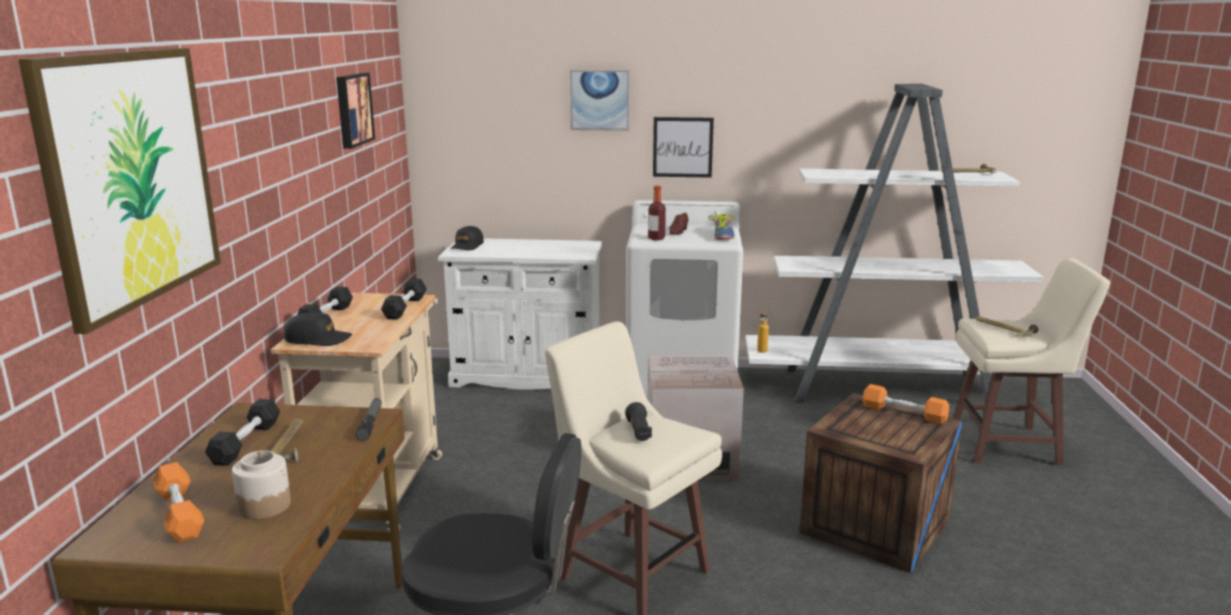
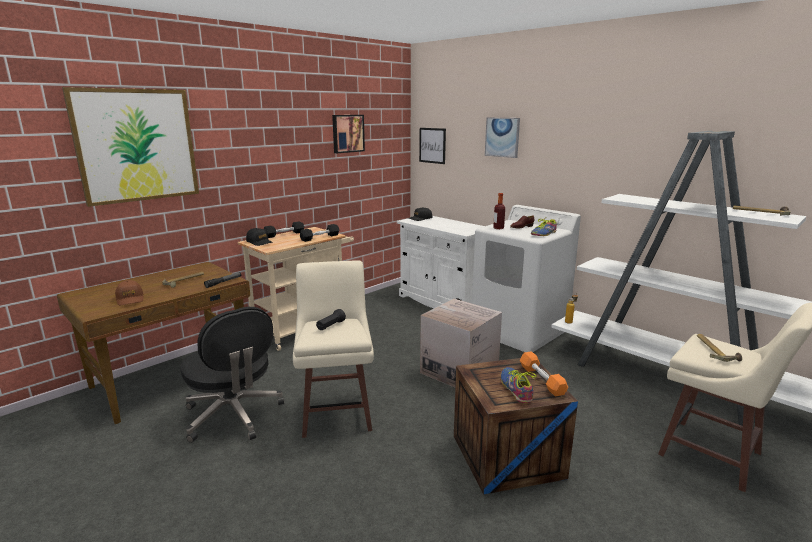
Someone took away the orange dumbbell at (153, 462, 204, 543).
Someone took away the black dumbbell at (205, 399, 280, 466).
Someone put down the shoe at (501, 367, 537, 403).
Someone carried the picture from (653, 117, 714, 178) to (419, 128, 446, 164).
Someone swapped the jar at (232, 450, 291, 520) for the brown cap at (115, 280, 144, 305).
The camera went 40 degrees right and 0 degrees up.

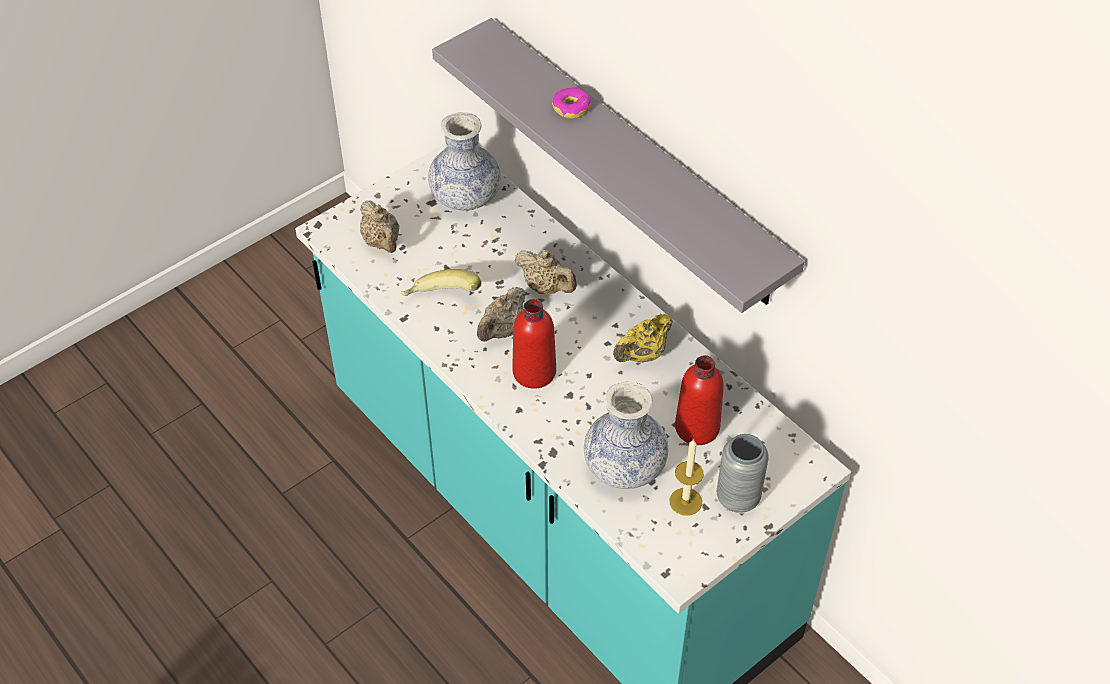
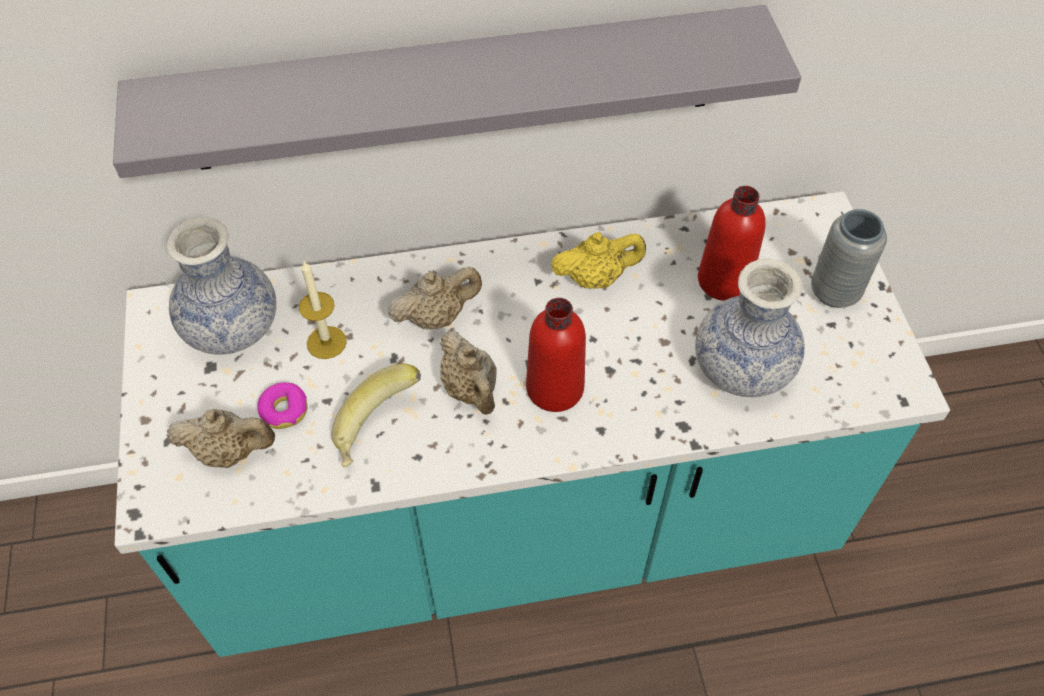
Someone carried the donut from (552, 88, 591, 119) to (257, 382, 307, 429).
Someone carried the candle from (670, 439, 704, 516) to (299, 261, 347, 359).
Someone rotated the yellow teapot at (613, 314, 673, 362) by 90 degrees counterclockwise.
The camera went 60 degrees left and 5 degrees up.

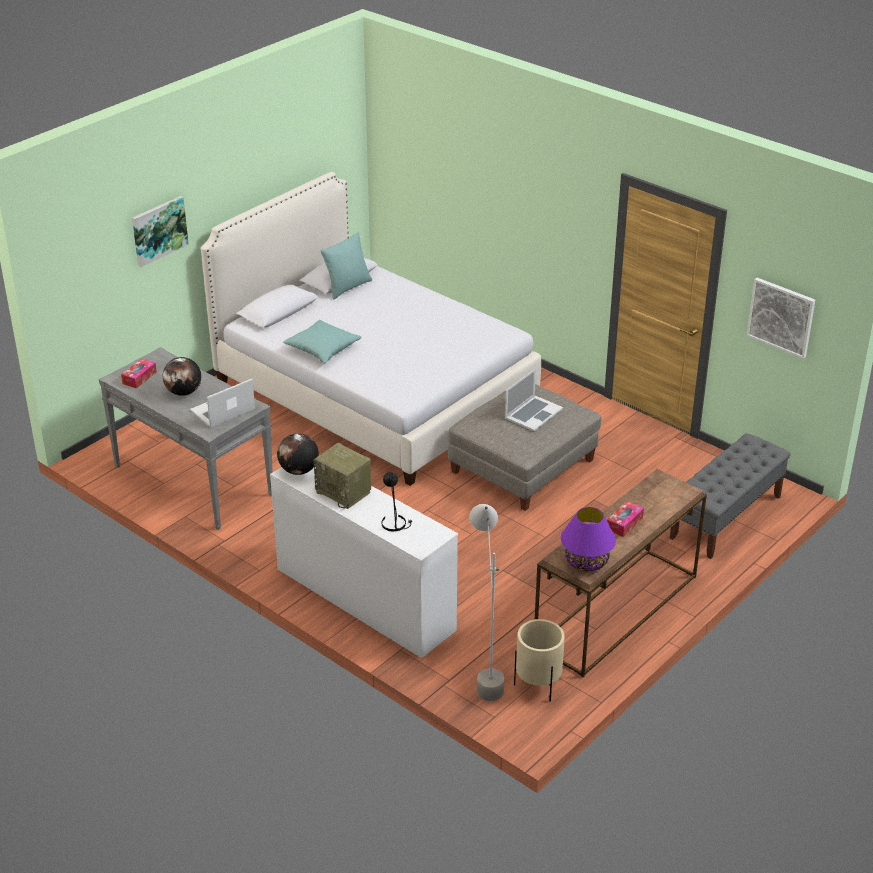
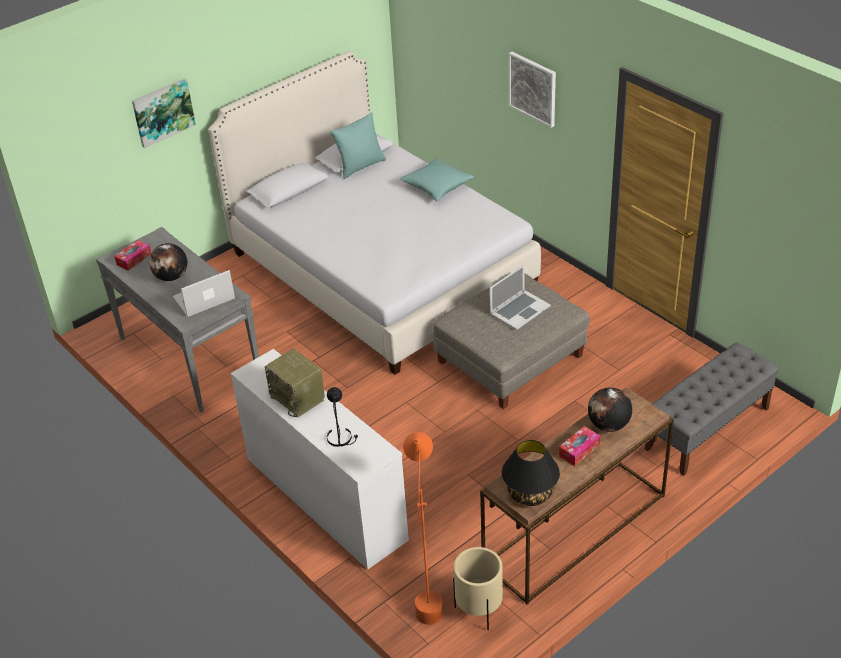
Someone carried the globe from (277, 433, 319, 475) to (588, 388, 632, 432).
Someone carried the turquoise pillow from (283, 320, 362, 363) to (400, 158, 474, 201).
Someone carried the picture from (746, 278, 815, 359) to (509, 52, 556, 128).
Someone repainted the grey floor lamp at (469, 504, 504, 701), which became the orange floor lamp at (403, 432, 443, 625).
Someone repainted the purple table lamp at (561, 507, 616, 571), which became the black table lamp at (502, 440, 560, 506).
The camera went 10 degrees right and 5 degrees up.

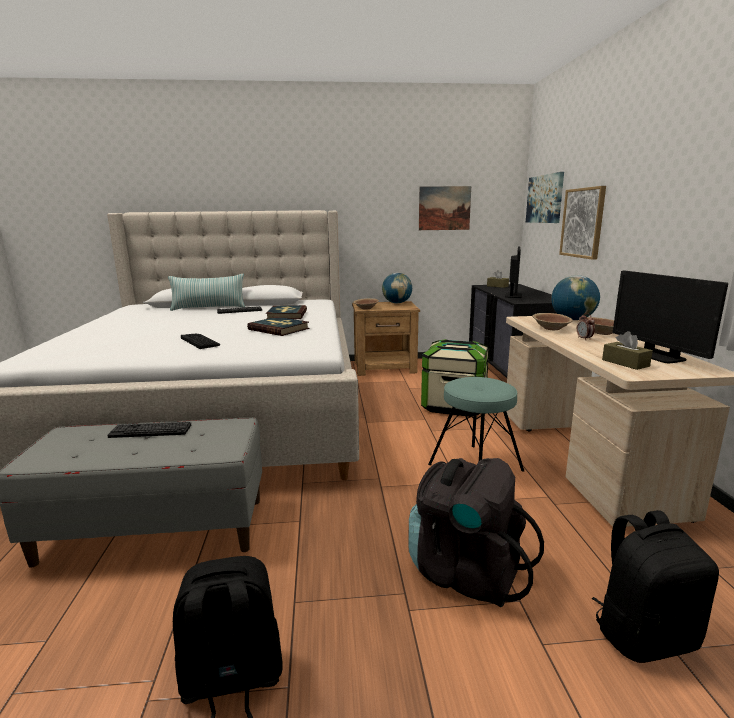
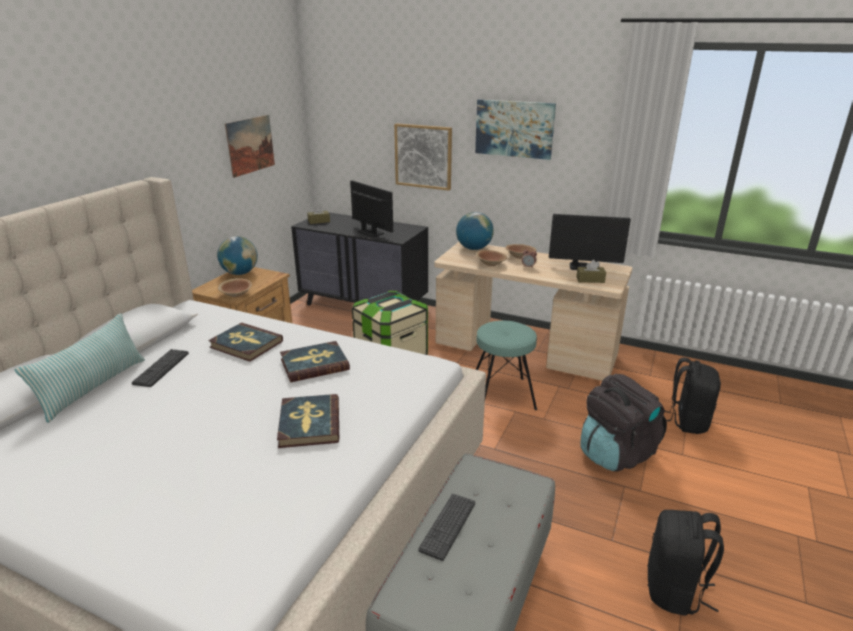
Someone carried the picture from (526, 172, 564, 223) to (475, 99, 556, 160).
Someone swapped the keyboard at (181, 334, 220, 349) for the book at (277, 394, 339, 448).
The camera went 60 degrees left and 10 degrees up.

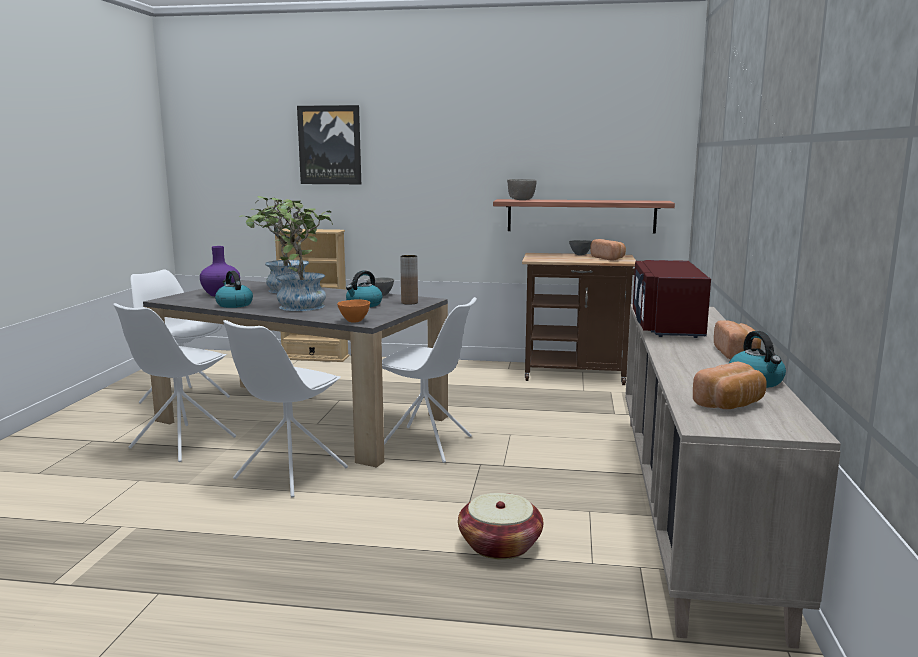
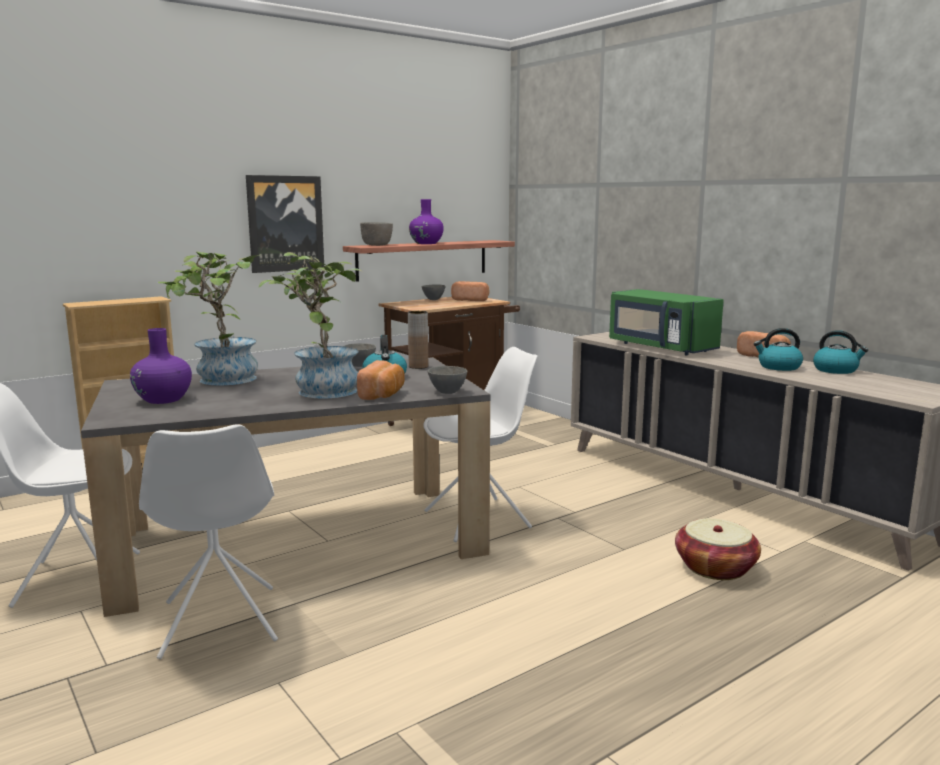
Someone took away the white chair at (223, 320, 348, 498).
Someone put down the purple vase at (409, 199, 444, 244).
Someone carried the kettle from (215, 271, 253, 308) to (754, 328, 803, 371).
Someone carried the picture from (297, 105, 361, 184) to (246, 175, 324, 273).
Someone carried the bread from (693, 361, 767, 409) to (357, 360, 404, 400).
Someone repainted the orange bowl at (337, 299, 370, 323), which became the grey bowl at (427, 366, 467, 394).
Someone repainted the red microwave at (633, 260, 711, 338), which became the green microwave at (609, 289, 724, 355).
The camera went 45 degrees left and 0 degrees up.

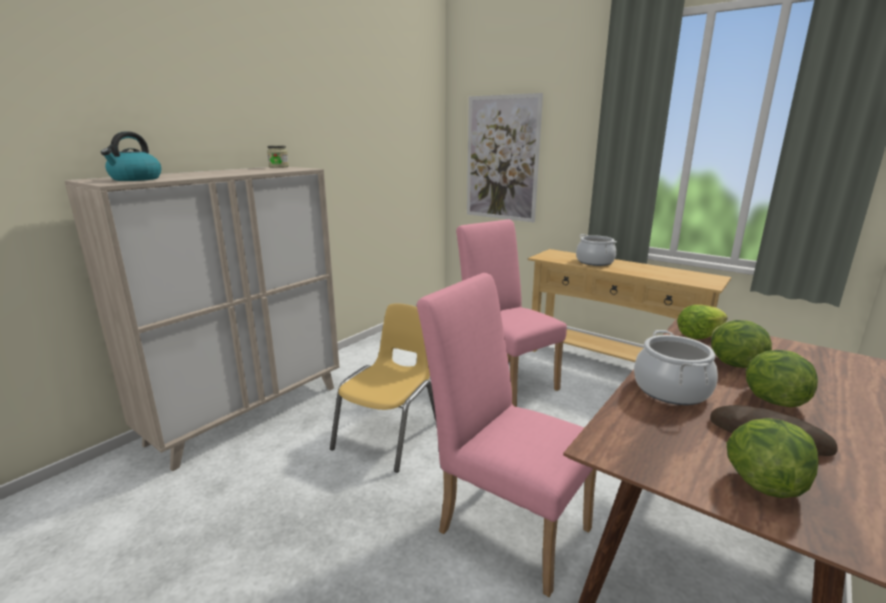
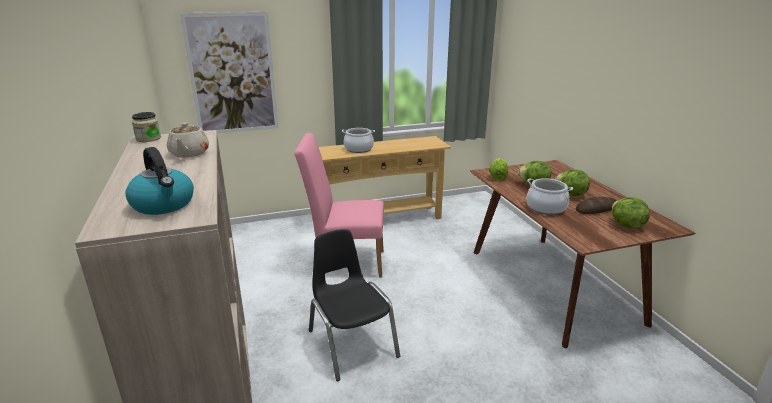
Someone took away the pink chair at (417, 273, 597, 597).
Someone put down the beige teapot at (167, 123, 209, 157).
Someone repainted the yellow chair at (330, 303, 436, 473), which became the black chair at (309, 229, 400, 381).
The camera went 55 degrees left and 5 degrees up.

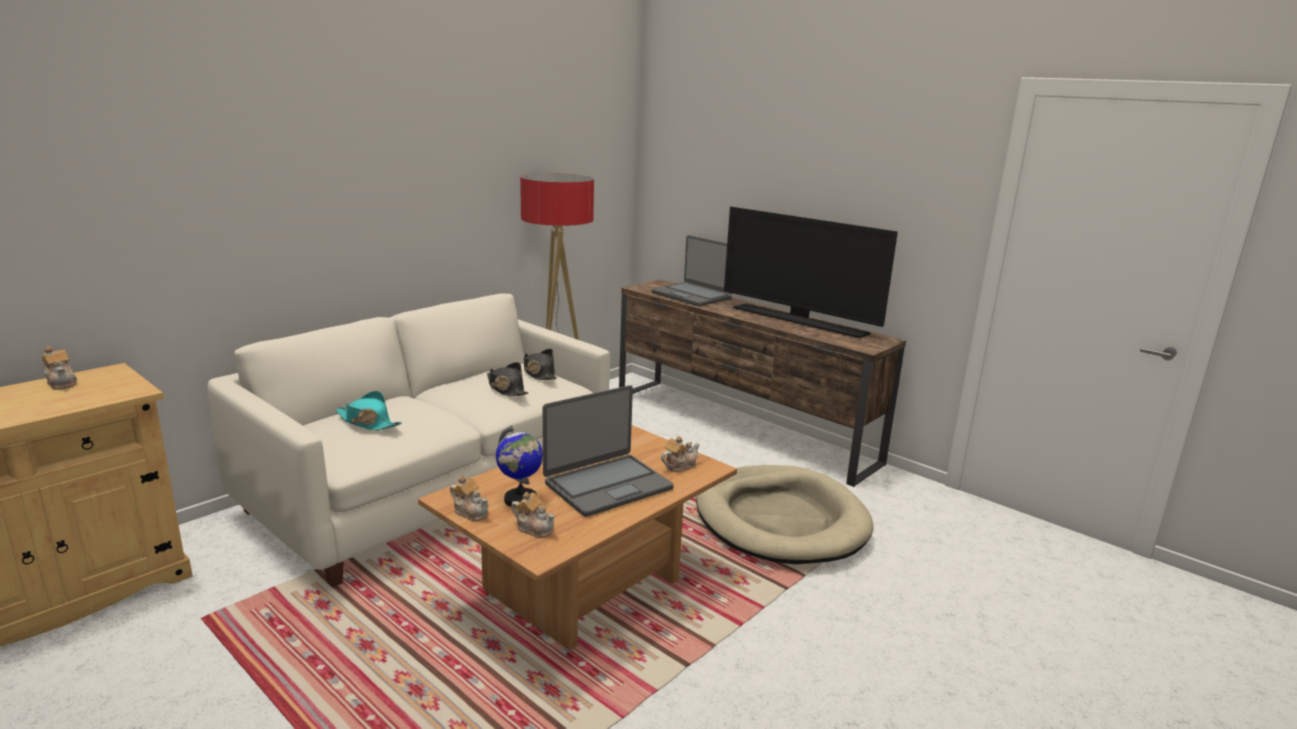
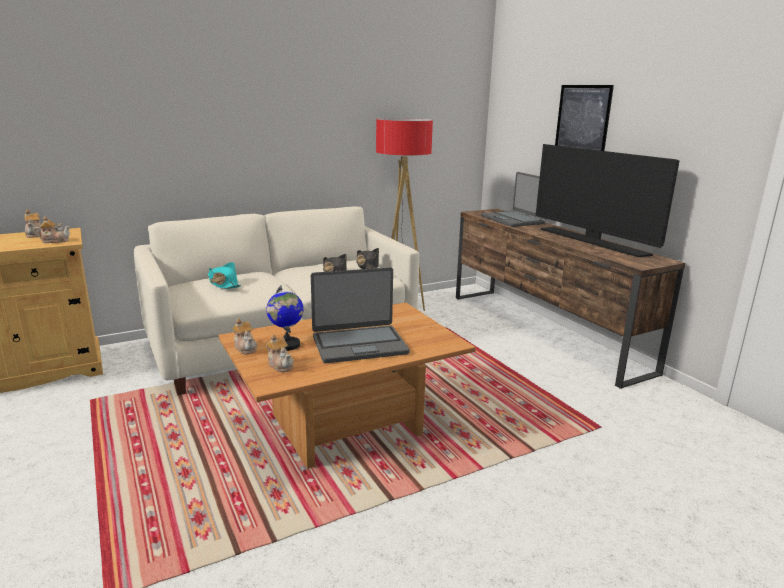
Someone took away the beige dog bed at (696, 465, 874, 564).
Someone put up the picture at (555, 85, 614, 151).
Someone carried the teapot from (661, 436, 700, 472) to (34, 216, 70, 243).
The camera went 20 degrees right and 0 degrees up.

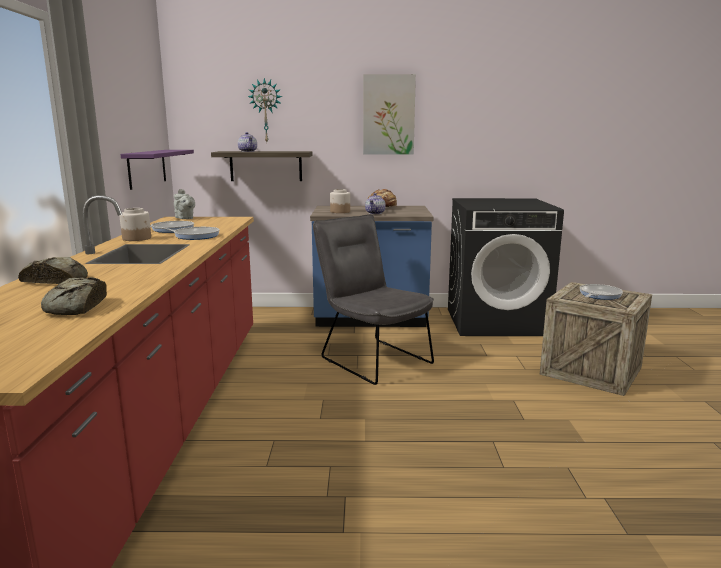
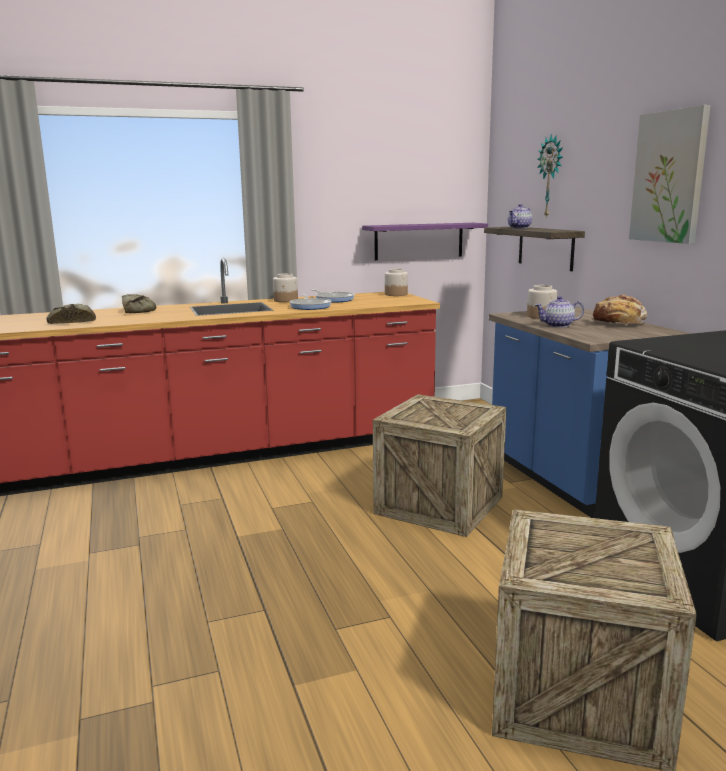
Someone took away the frying pan at (580, 284, 623, 300).
Someone swapped the grey teapot at (174, 189, 195, 219) for the jar at (385, 269, 408, 296).
Someone swapped the grey chair at (313, 214, 434, 385) for the crate at (373, 394, 507, 537).
The camera went 70 degrees right and 0 degrees up.

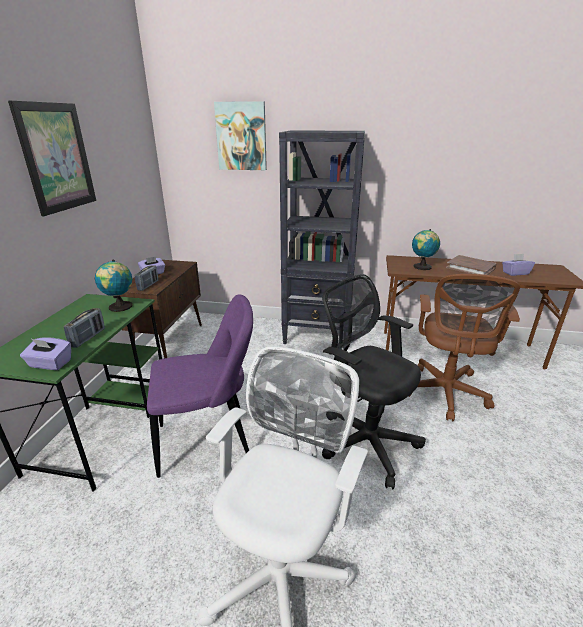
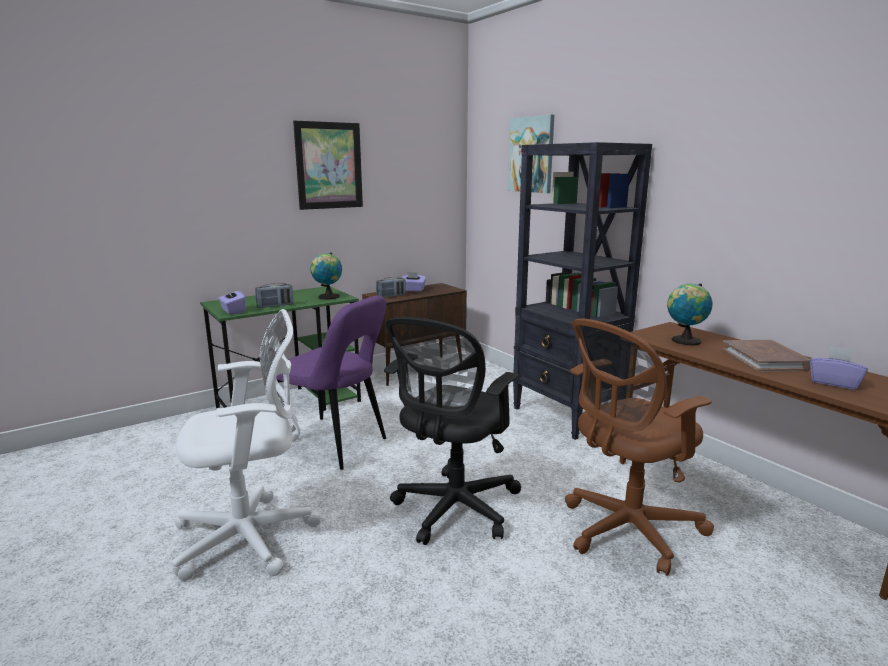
Someone rotated the black office chair at (322, 274, 426, 489) by 150 degrees counterclockwise.
The camera went 45 degrees right and 10 degrees down.

